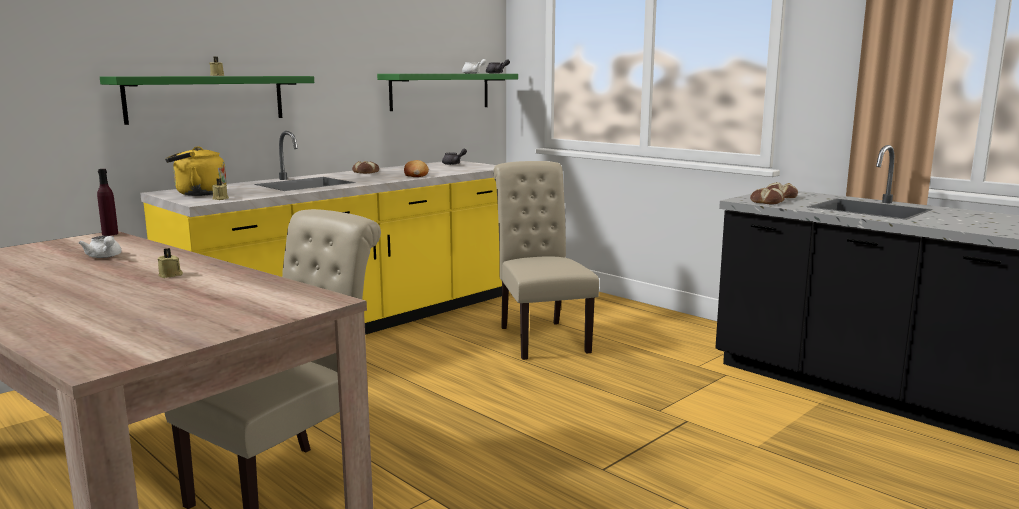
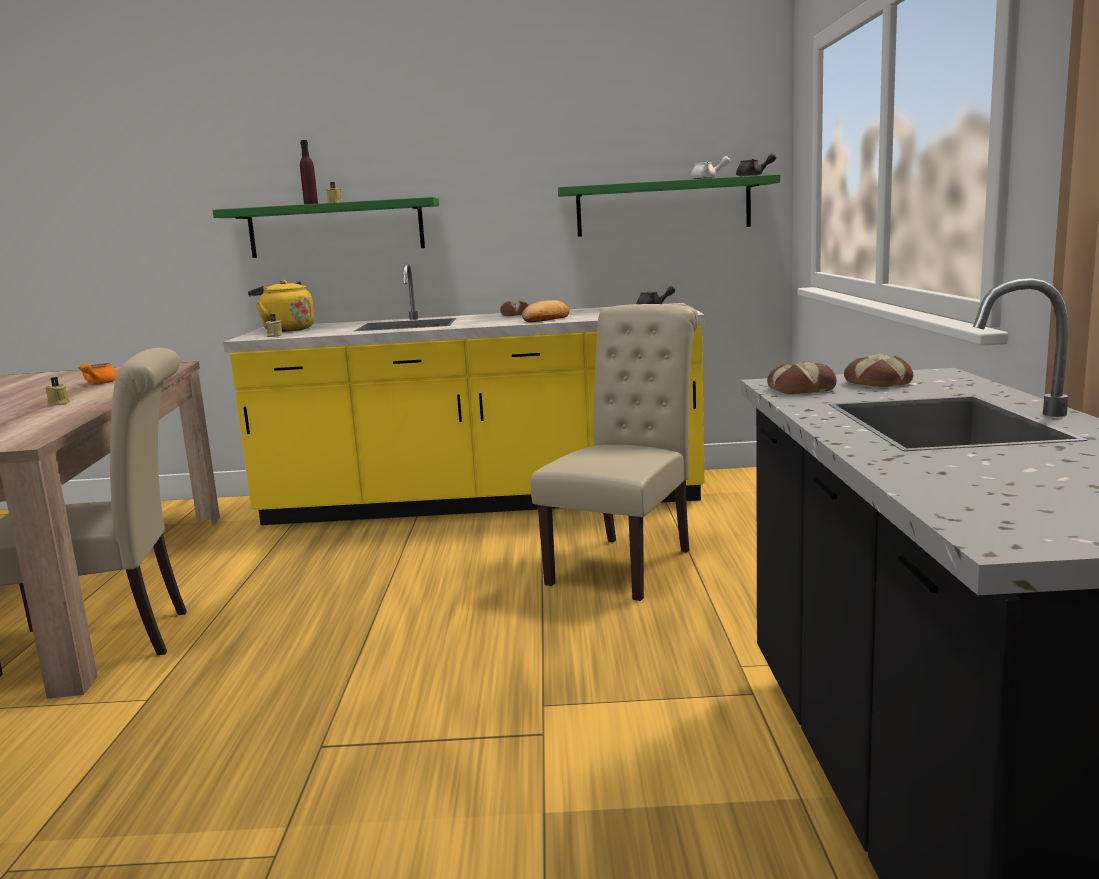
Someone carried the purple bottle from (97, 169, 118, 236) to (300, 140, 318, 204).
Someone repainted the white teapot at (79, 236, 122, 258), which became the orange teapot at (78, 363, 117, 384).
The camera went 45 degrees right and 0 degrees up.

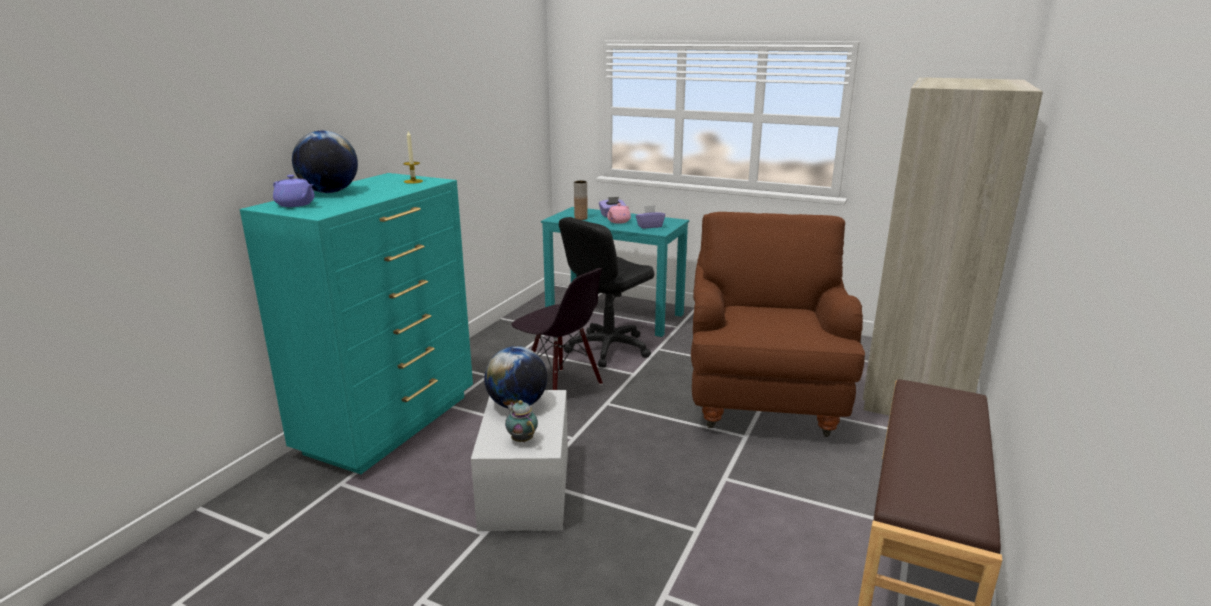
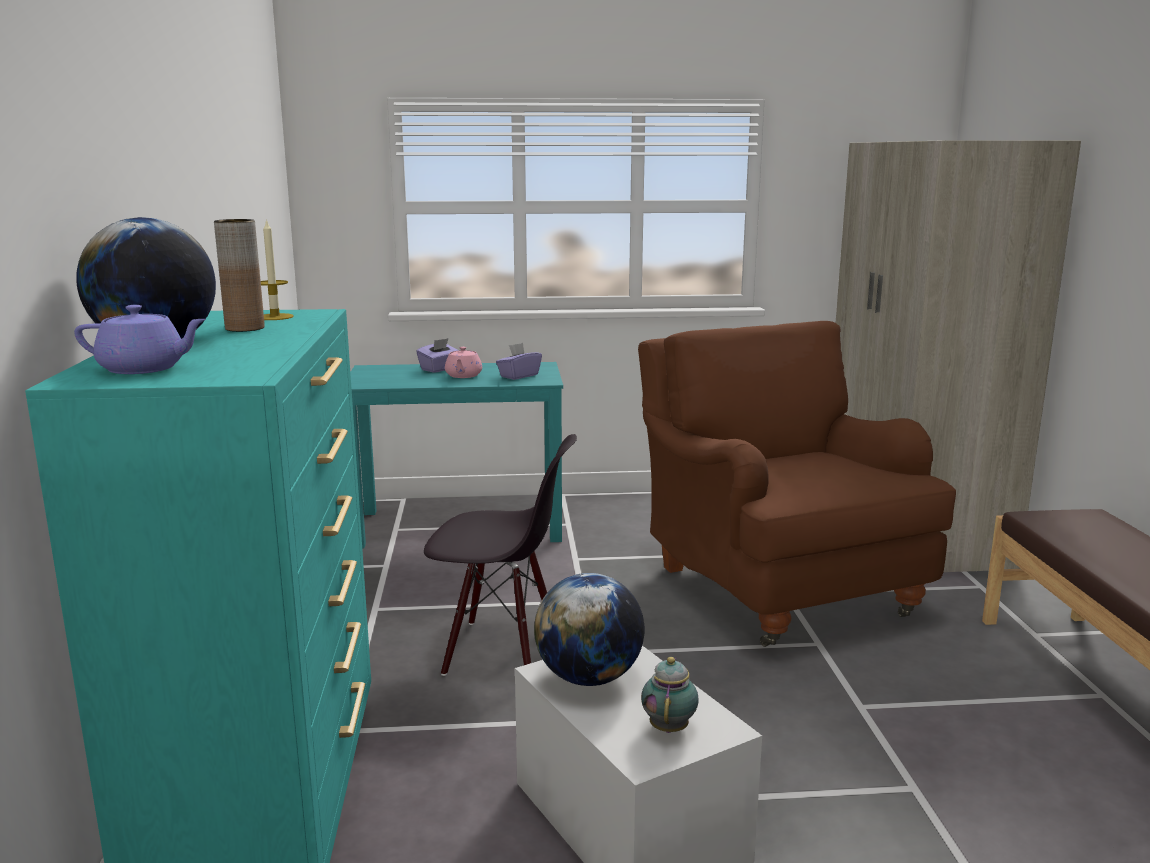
Someone took away the black office chair at (559, 217, 654, 368).
Someone carried the brown vase from (574, 181, 588, 220) to (214, 219, 265, 332).
Someone rotated the teapot at (505, 400, 538, 442) by 75 degrees clockwise.
The camera went 30 degrees left and 5 degrees down.

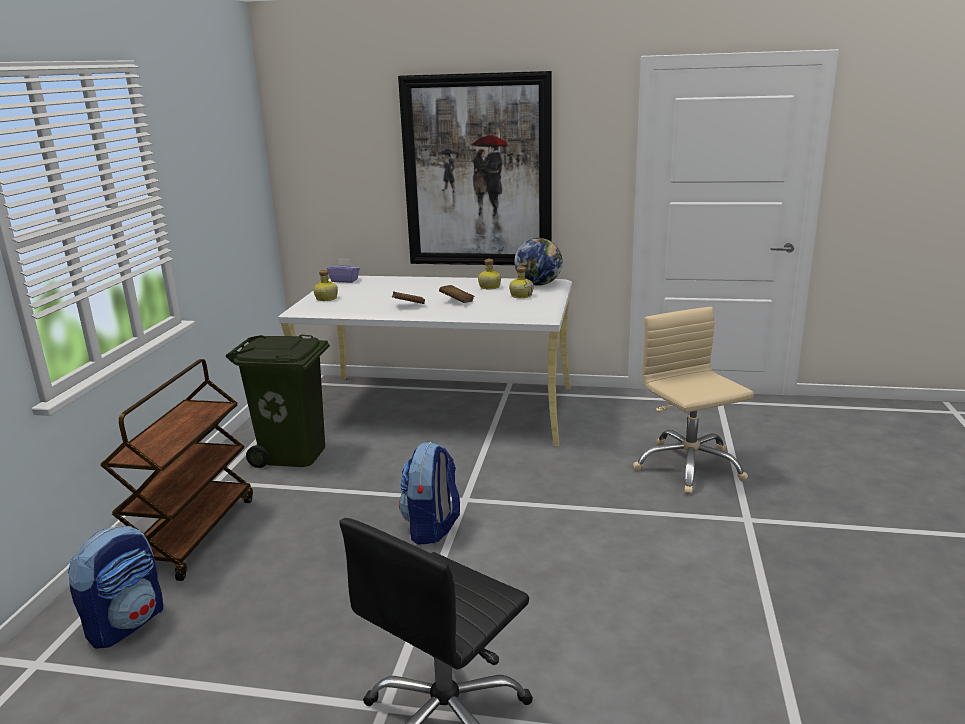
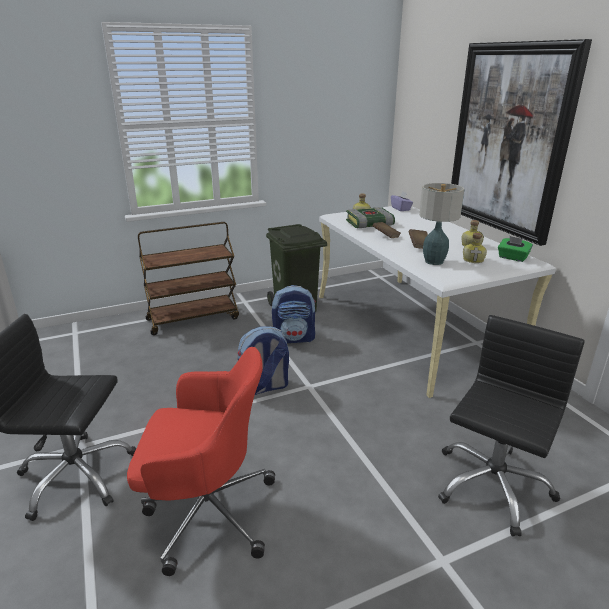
Someone put down the red office chair at (127, 347, 275, 576).
Someone put down the book at (346, 207, 395, 228).
Someone put down the table lamp at (419, 183, 464, 265).
Someone carried the backpack from (68, 526, 163, 649) to (272, 285, 316, 343).
Someone swapped the globe at (514, 238, 562, 286) for the green tissue box at (498, 236, 533, 262).
Someone repainted the beige office chair at (633, 307, 754, 495), which became the black office chair at (438, 315, 585, 536).
The camera went 55 degrees right and 5 degrees up.

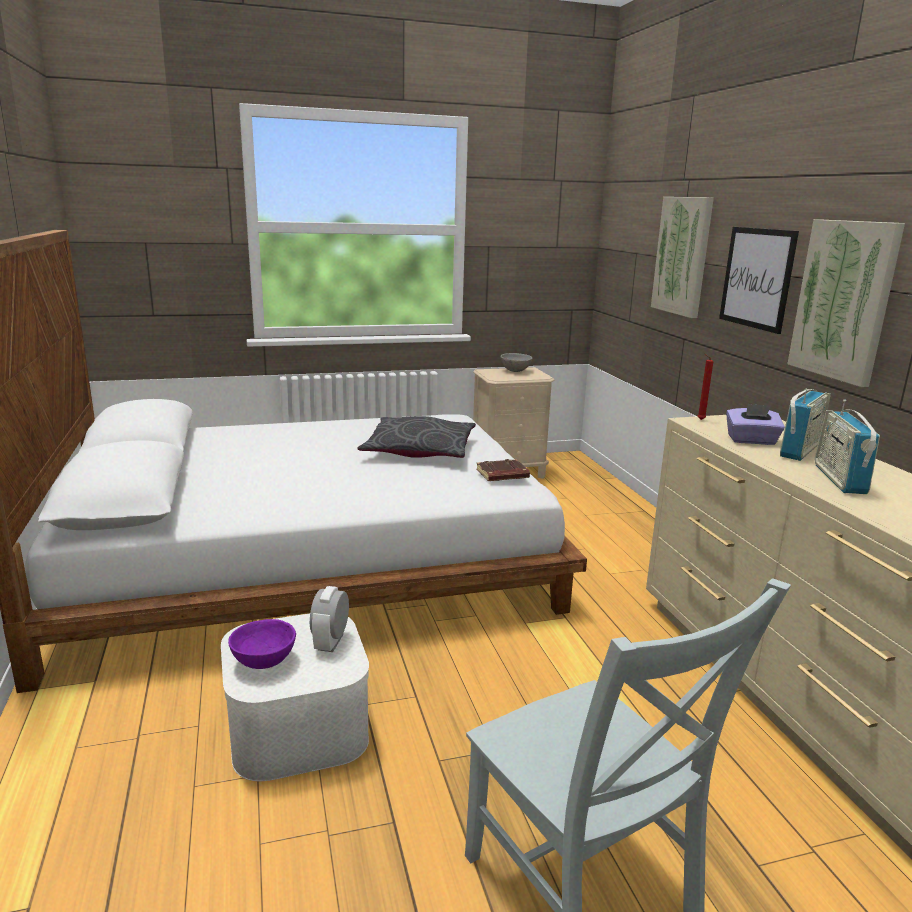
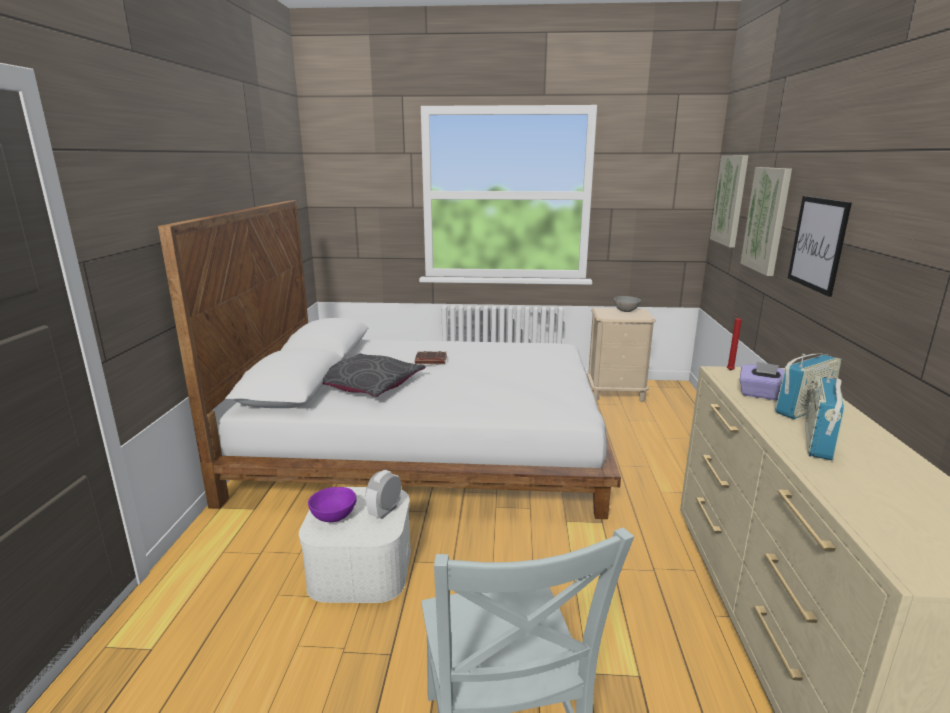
Someone carried the grey pillow from (358, 416, 476, 458) to (322, 354, 426, 397).
Someone carried the brown book from (476, 459, 530, 481) to (415, 351, 447, 364).
Someone carried the picture from (787, 219, 905, 387) to (710, 155, 749, 247).
The camera went 20 degrees right and 0 degrees up.

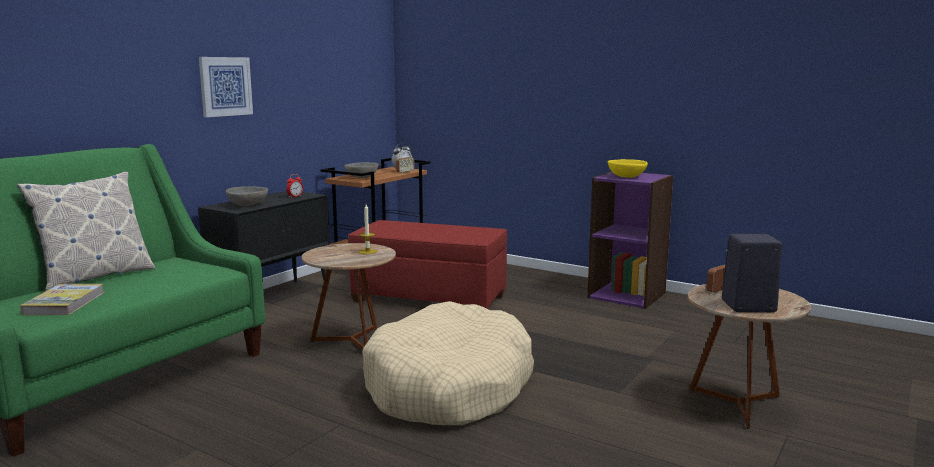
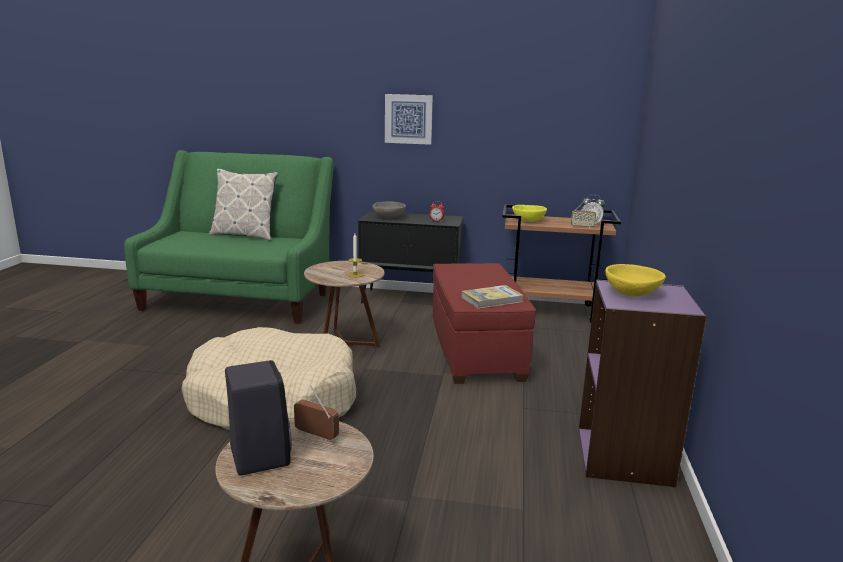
Someone carried the book from (20, 284, 104, 315) to (462, 285, 524, 309).
Someone repainted the grey bowl at (344, 162, 379, 178), which became the yellow bowl at (512, 205, 547, 222).
The camera went 65 degrees right and 5 degrees up.

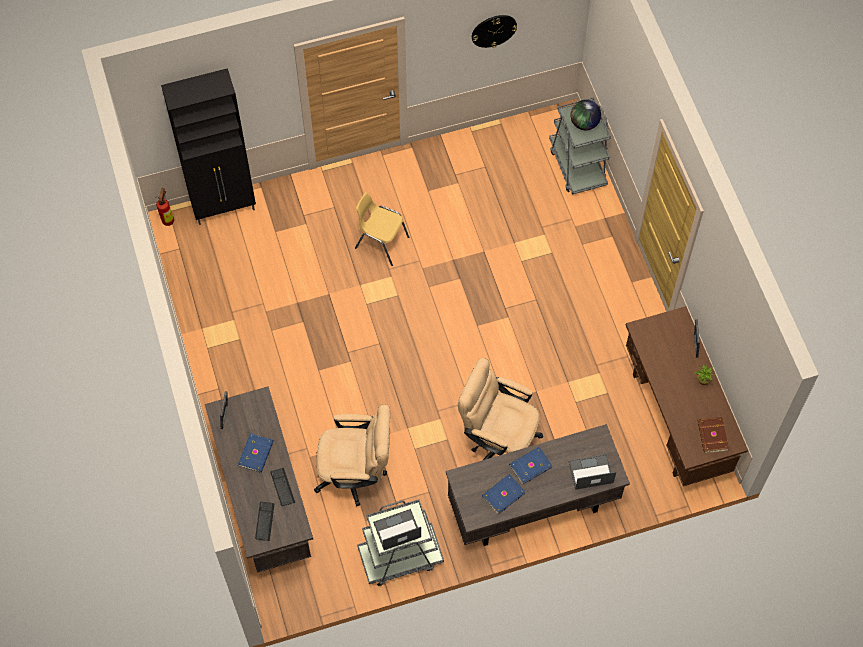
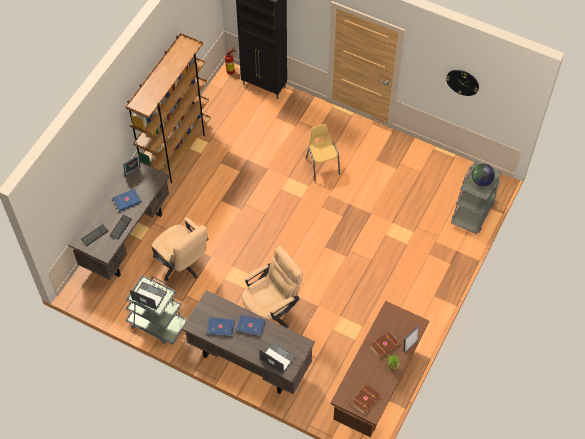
Someone put down the brown bookcase at (126, 33, 211, 183).
Someone put down the brown book at (369, 331, 401, 359).
Someone rotated the beige office chair at (458, 358, 543, 460) by 75 degrees clockwise.
The camera went 45 degrees right and 5 degrees down.

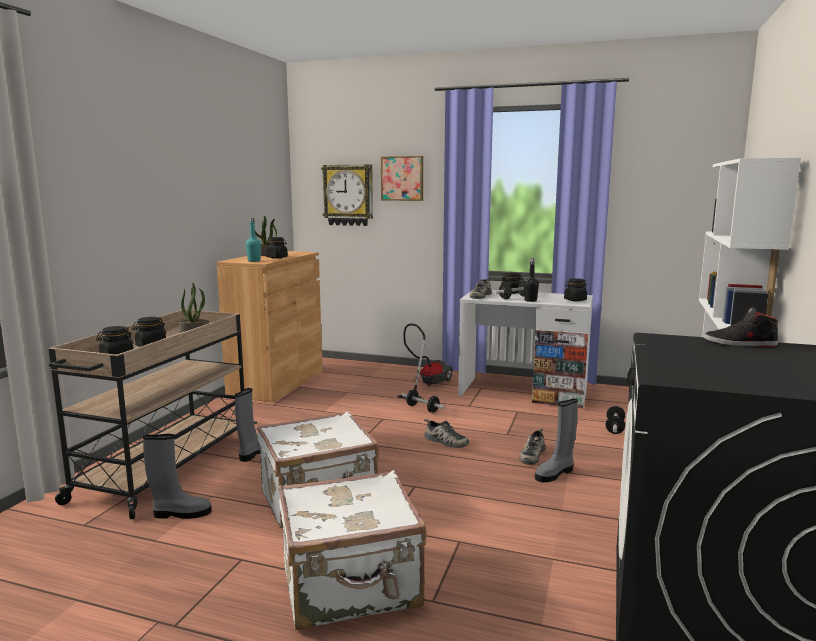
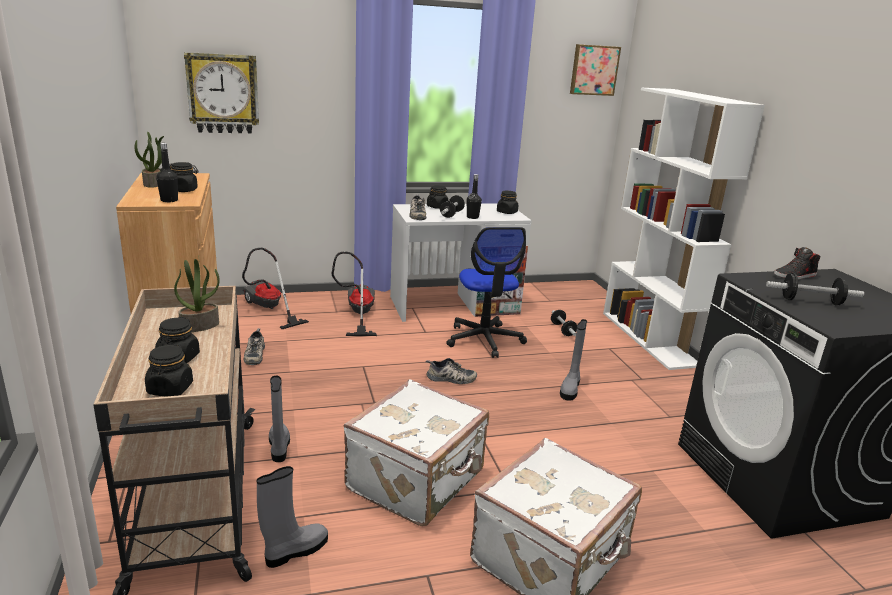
Someone put down the vacuum cleaner at (242, 248, 309, 329).
Someone put down the office chair at (446, 227, 527, 358).
Someone carried the picture from (381, 156, 423, 201) to (570, 44, 621, 96).
Someone carried the dumbbell from (402, 390, 445, 413) to (766, 273, 864, 305).
Someone carried the shoe from (519, 429, 545, 465) to (244, 328, 265, 365).
Someone repainted the turquoise bottle at (246, 218, 261, 262), which became the black bottle at (156, 143, 178, 202).
The camera went 35 degrees left and 10 degrees up.

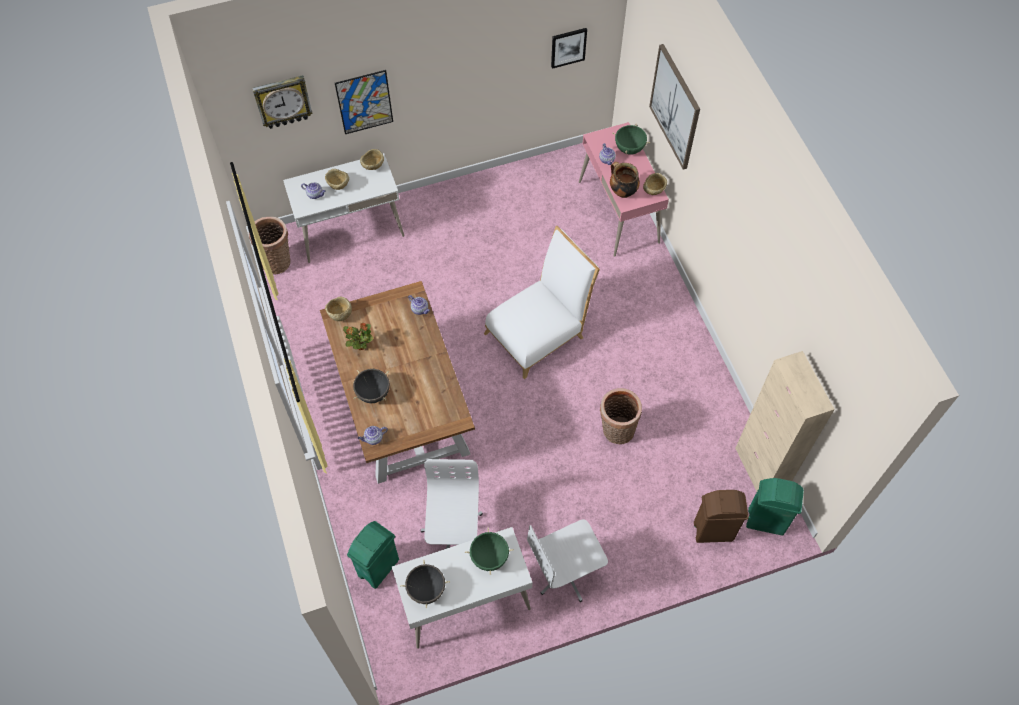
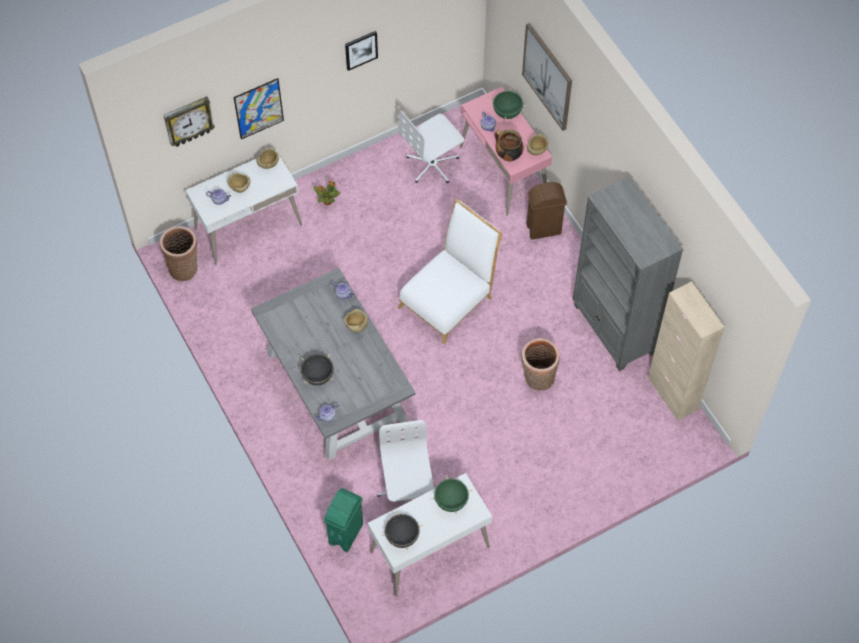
Someone took away the green trash can at (746, 478, 804, 535).
Someone put down the grey bookcase at (573, 177, 683, 371).
Someone carried the beige bowl from (325, 297, 352, 321) to (344, 309, 368, 332).
Someone carried the potted plant from (343, 323, 374, 350) to (314, 181, 341, 205).
Someone carried the white office chair from (527, 519, 608, 602) to (399, 110, 464, 183).
Someone carried the picture from (551, 28, 587, 69) to (345, 31, 378, 71).
Someone carried the brown trash can from (694, 490, 749, 543) to (526, 182, 567, 240).
Someone repainted the brown dining table at (320, 281, 475, 484), which became the grey dining table at (251, 268, 416, 460).
The camera went 10 degrees left and 0 degrees up.

